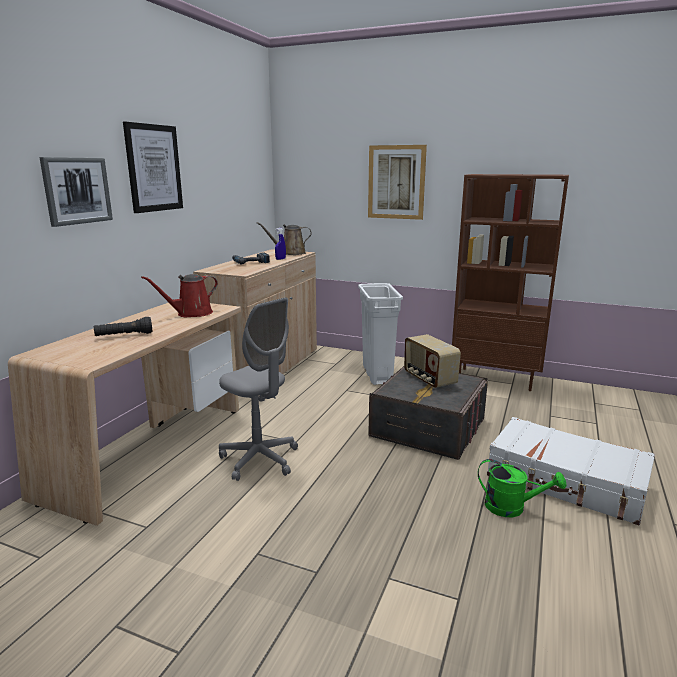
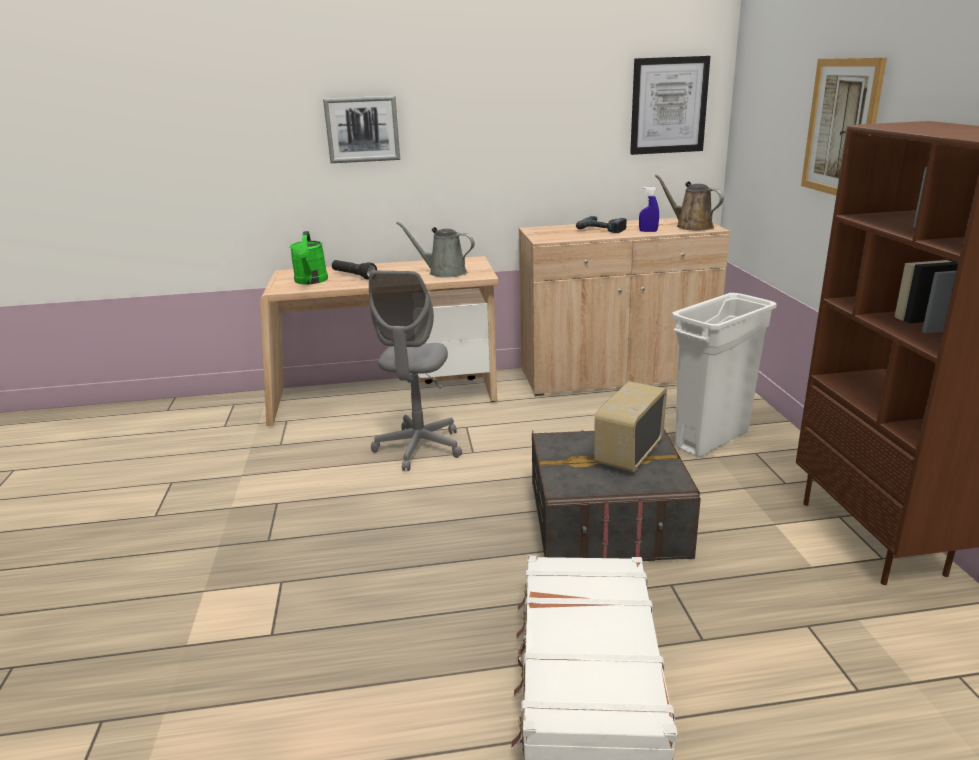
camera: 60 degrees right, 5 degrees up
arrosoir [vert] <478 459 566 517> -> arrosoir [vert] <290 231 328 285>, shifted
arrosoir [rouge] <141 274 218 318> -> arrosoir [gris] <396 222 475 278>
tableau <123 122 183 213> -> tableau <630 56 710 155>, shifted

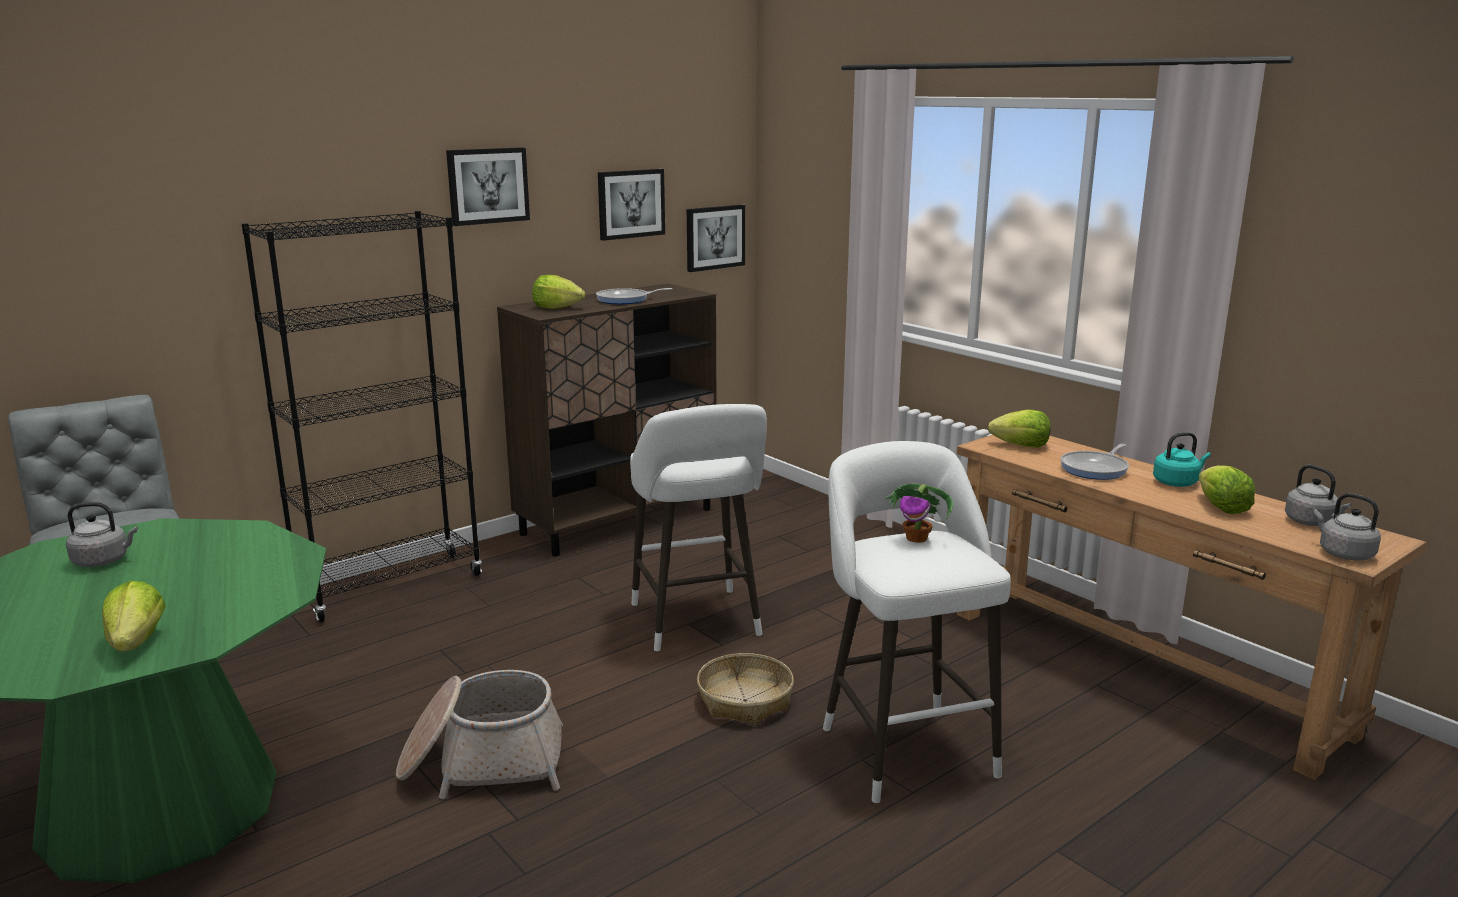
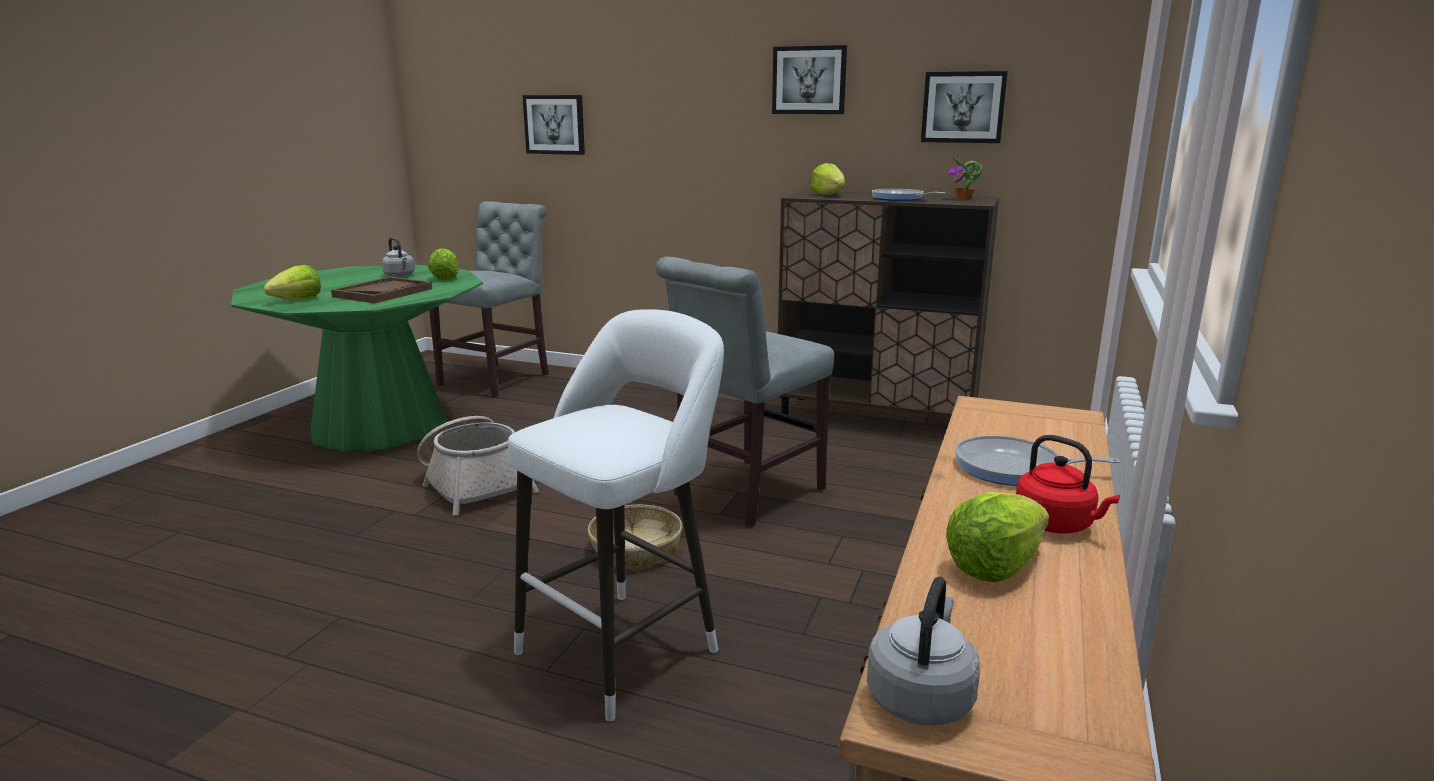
camera: 60 degrees right, 0 degrees up
none -> plateau [marron] <331 277 432 303>
laitue <988 409 1051 448> -> laitue <428 248 459 280>, shifted
tableau <687 205 745 272> -> tableau <522 95 585 155>, shifted
tabouret [blanc] <630 404 767 651> -> chaise [gris] <656 257 834 527>
plante en pot <885 483 953 543> -> plante en pot <948 158 982 200>, shifted
bouilloire [turquoise] <1153 432 1211 487> -> bouilloire [rouge] <1016 435 1120 534>
bibliothèque [noir] <242 211 482 622> -> none
bouilloire [gris] <1285 465 1351 526> -> none

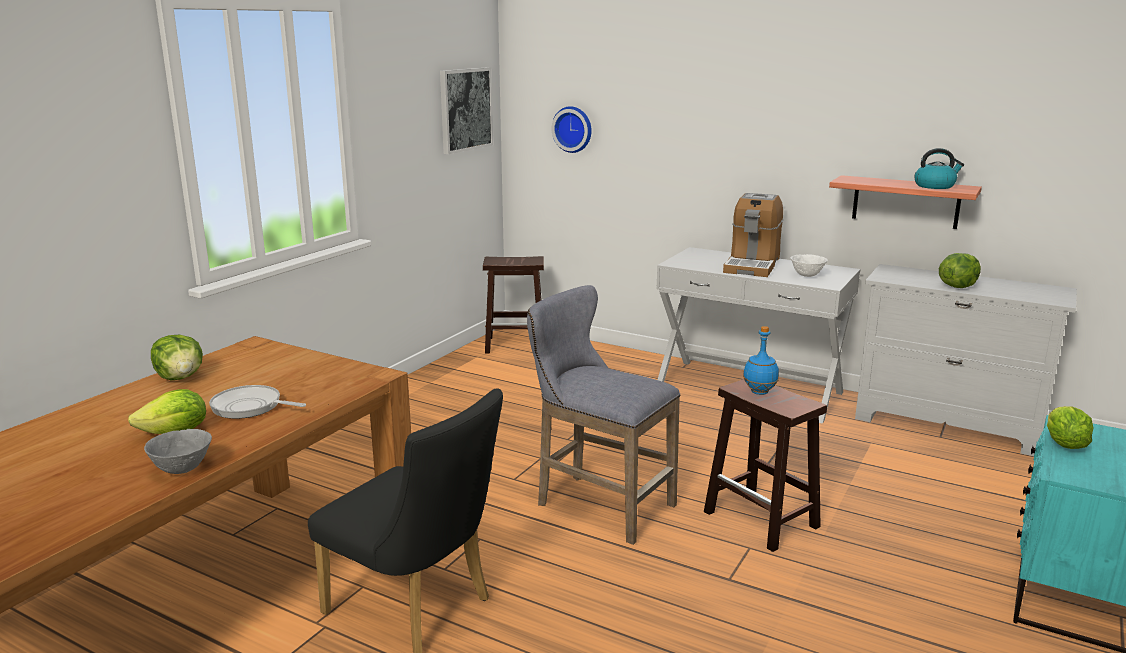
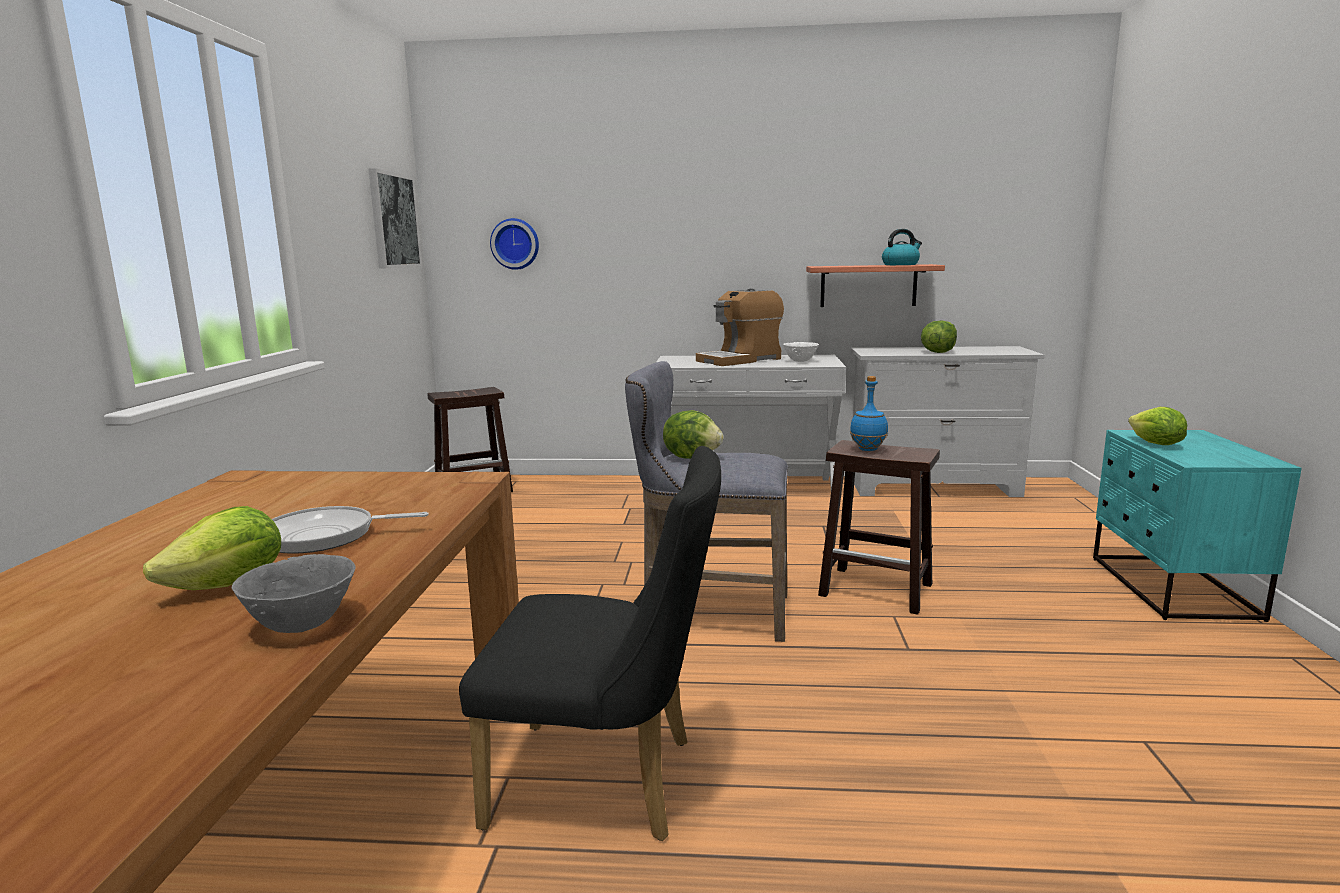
camera: 25 degrees left, 5 degrees down
laitue <151 335 203 381> -> laitue <663 410 723 459>, shifted
machine à café <723 193 783 277> -> machine à café <696 288 784 366>, 60 degrees clockwise

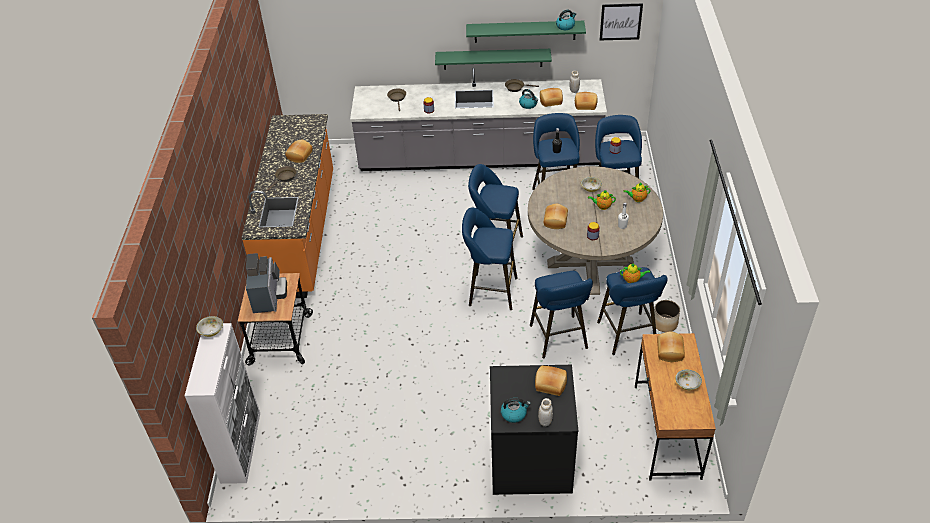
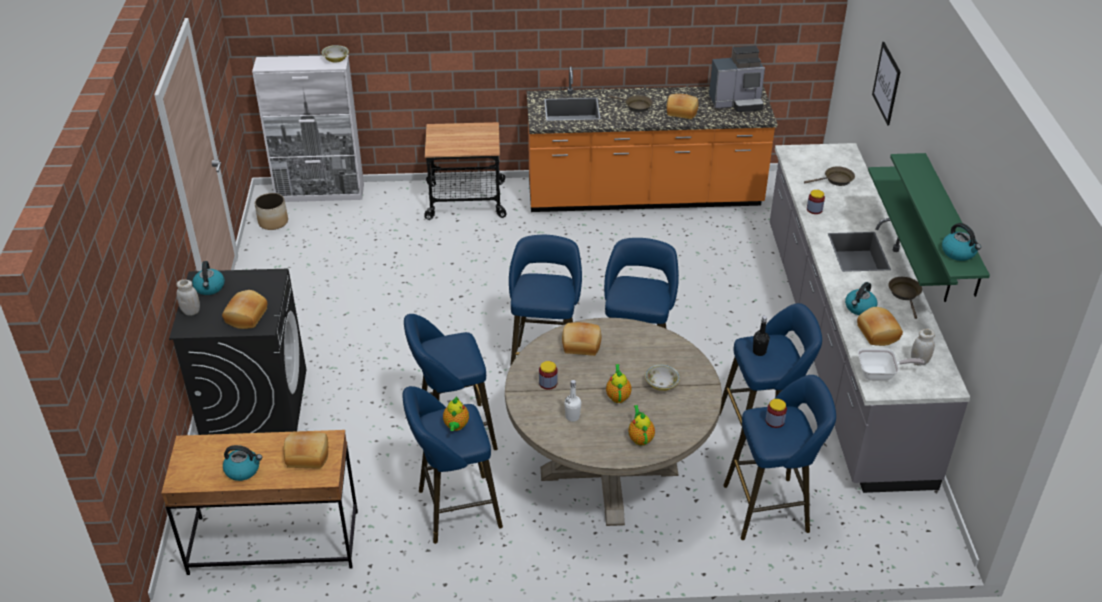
camera: 85 degrees right, 5 degrees down
bol <675 369 702 390> -> bouilloire <223 445 262 481>
cache-pot <654 300 680 332> -> cache-pot <255 193 288 230>, shifted
machine à café <246 253 287 313> -> machine à café <709 46 765 112>, shifted
pain <575 92 598 110> -> poêle <858 348 924 381>
tableau <600 3 643 40> -> tableau <872 42 901 125>, shifted

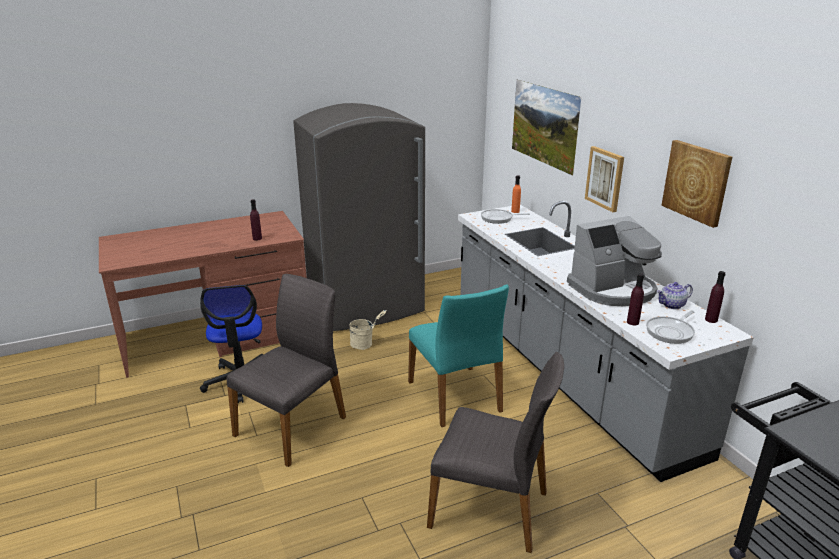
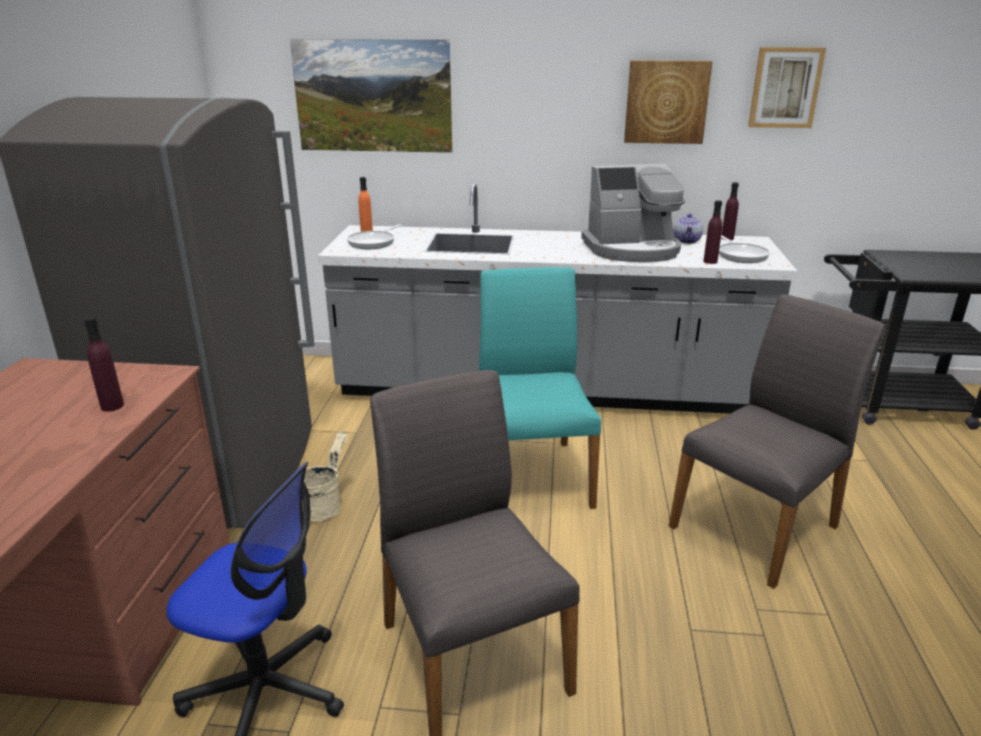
camera: 60 degrees left, 0 degrees up
chaise [turquoise] <408 284 509 427> -> chaise [turquoise] <479 267 601 509>, 105 degrees counterclockwise
machine à café <567 216 662 306> -> machine à café <581 164 685 262>, 75 degrees clockwise
tableau <585 146 624 212> -> tableau <748 47 826 128>, shifted

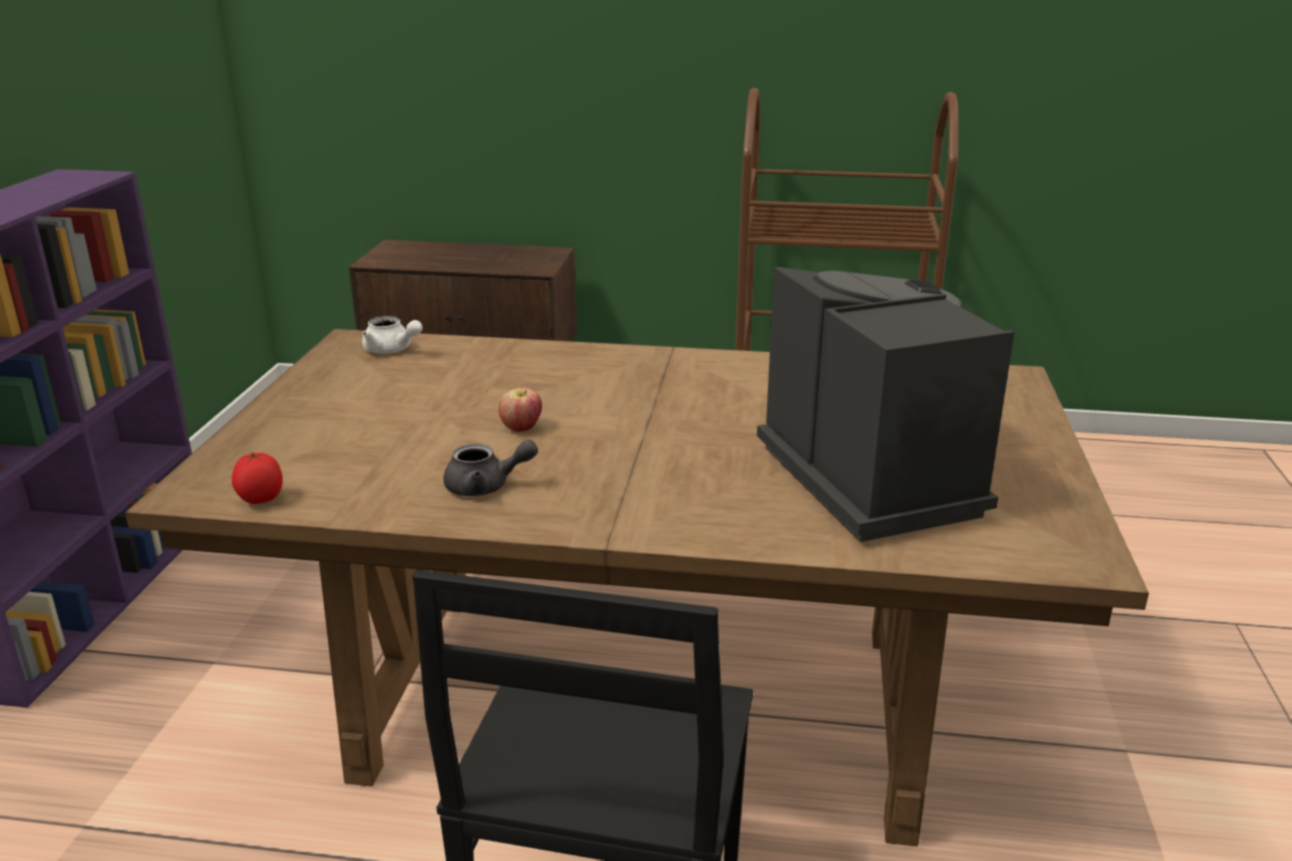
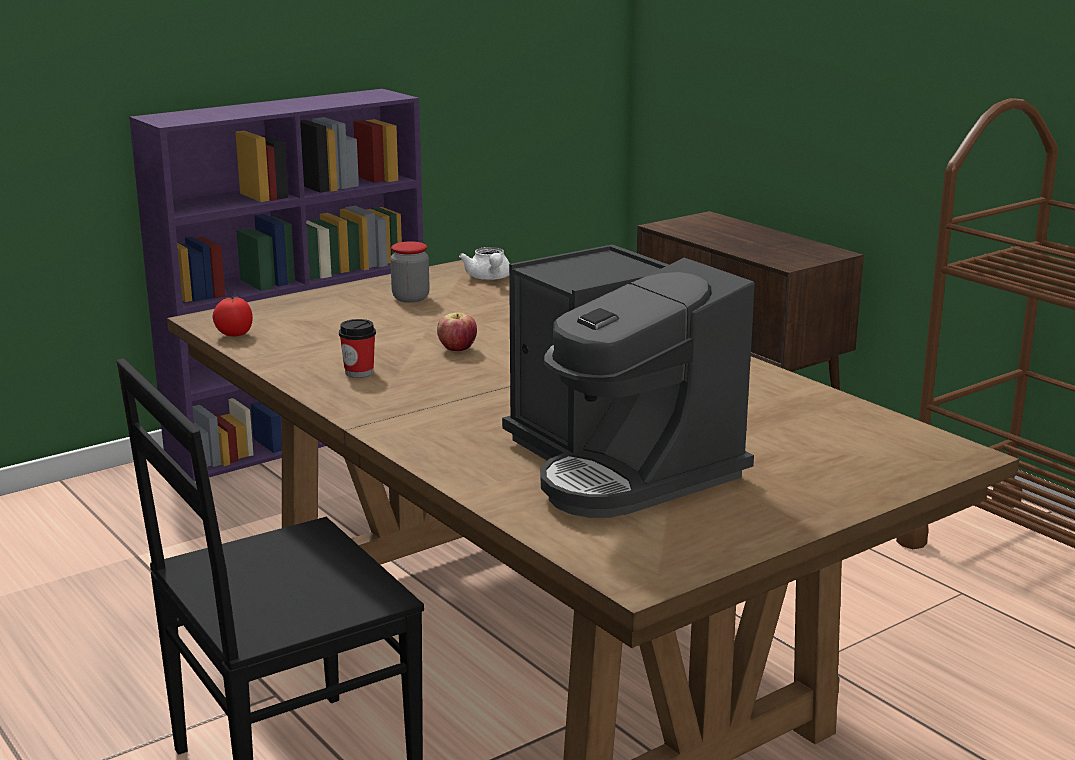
camera: 45 degrees right, 5 degrees down
théière [gris] <443 440 538 496> -> tasse <339 319 376 378>
none -> bocal <390 241 430 303>
machine à café <757 267 1014 542> -> machine à café <502 244 755 518>, 120 degrees clockwise

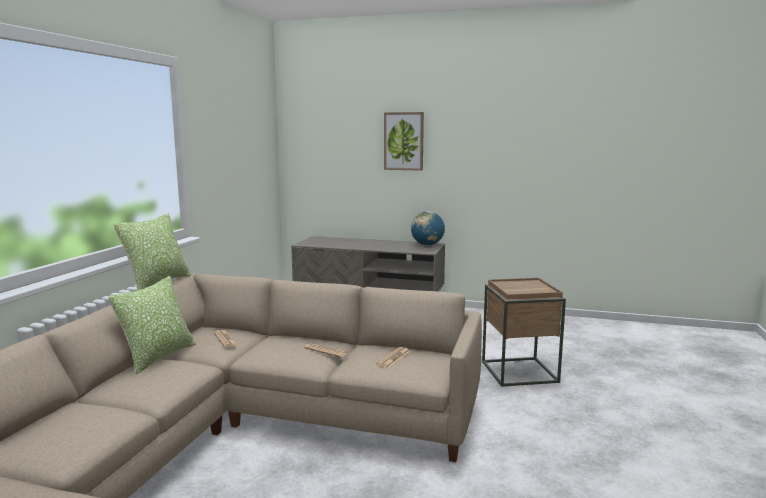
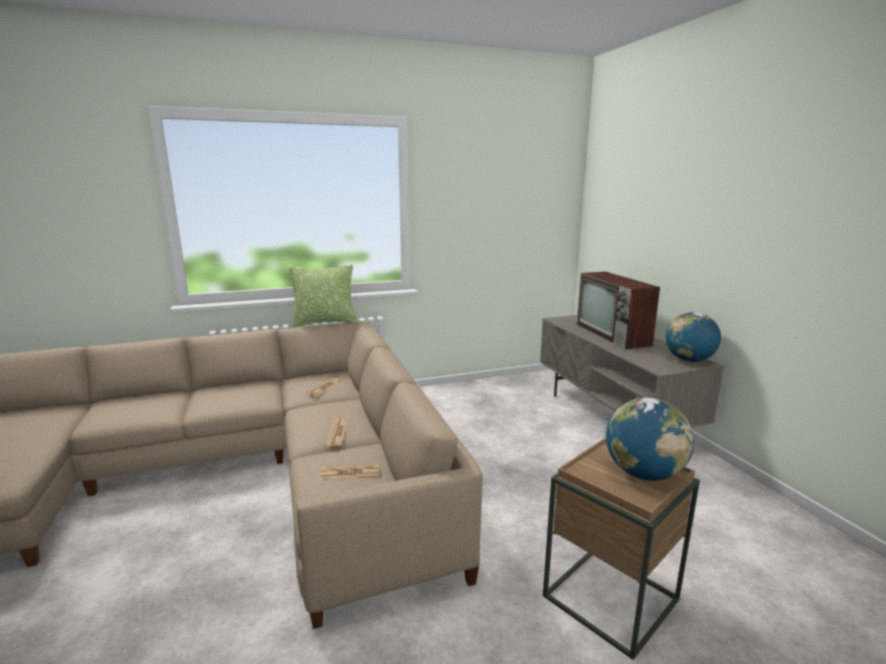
camera: 55 degrees right, 5 degrees up
none -> téléviseur <577 272 660 349>
none -> globe <606 397 694 481>
coussin <108 276 195 374> -> none
tableau <384 112 424 171> -> none

